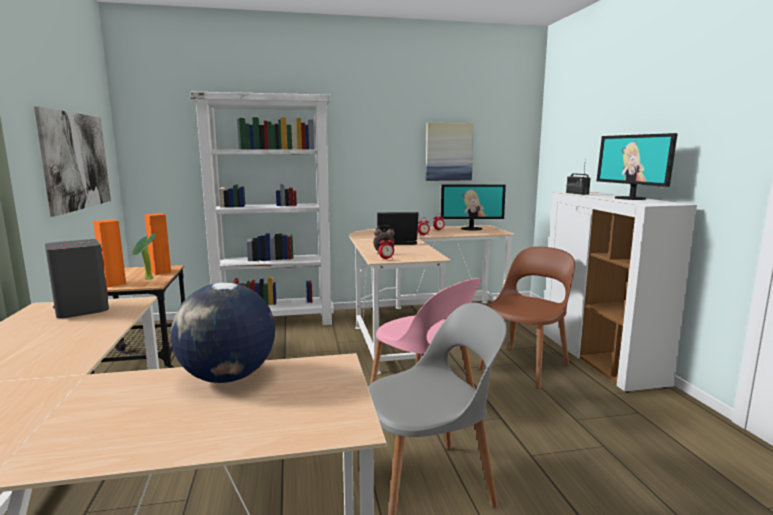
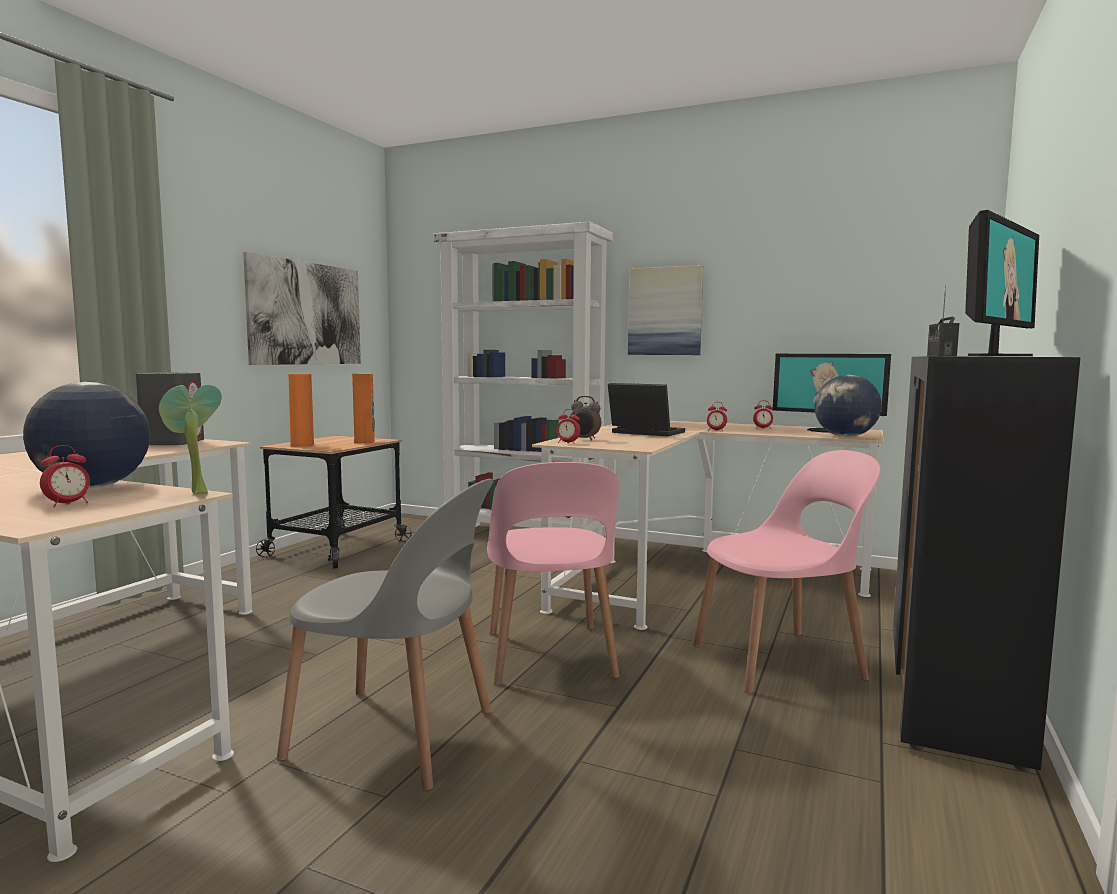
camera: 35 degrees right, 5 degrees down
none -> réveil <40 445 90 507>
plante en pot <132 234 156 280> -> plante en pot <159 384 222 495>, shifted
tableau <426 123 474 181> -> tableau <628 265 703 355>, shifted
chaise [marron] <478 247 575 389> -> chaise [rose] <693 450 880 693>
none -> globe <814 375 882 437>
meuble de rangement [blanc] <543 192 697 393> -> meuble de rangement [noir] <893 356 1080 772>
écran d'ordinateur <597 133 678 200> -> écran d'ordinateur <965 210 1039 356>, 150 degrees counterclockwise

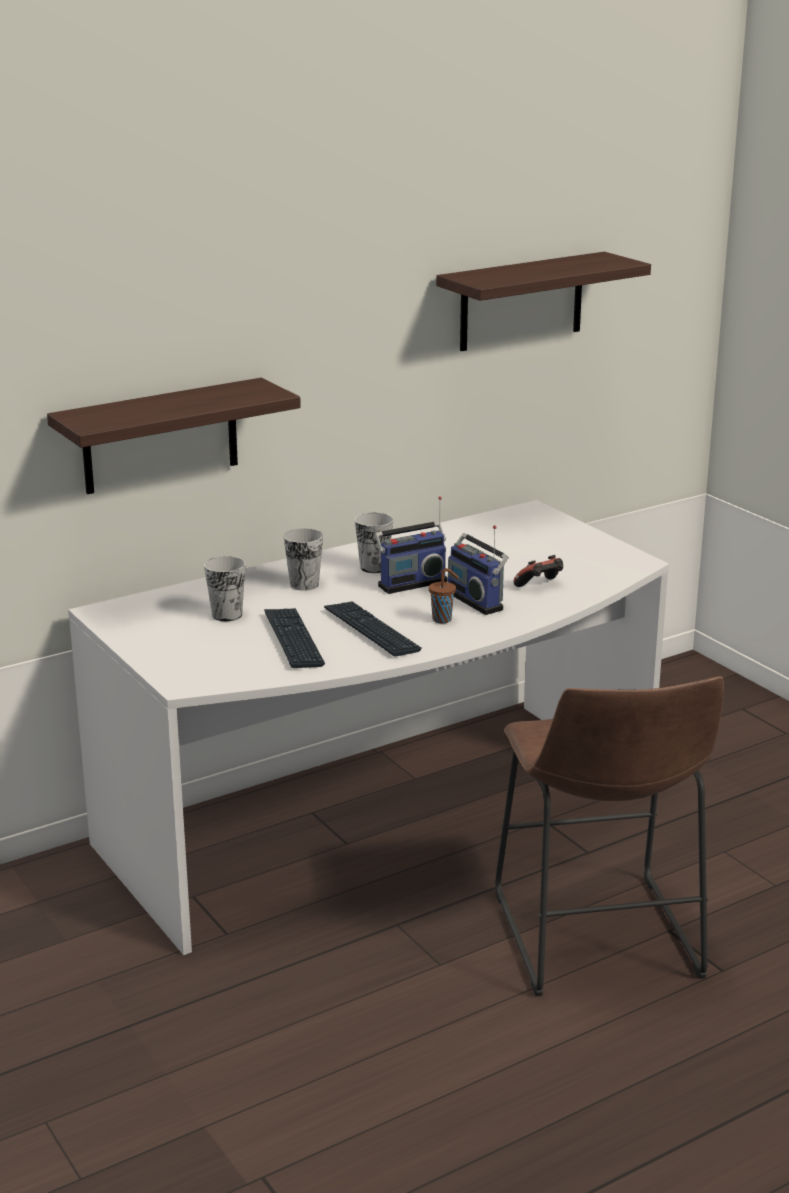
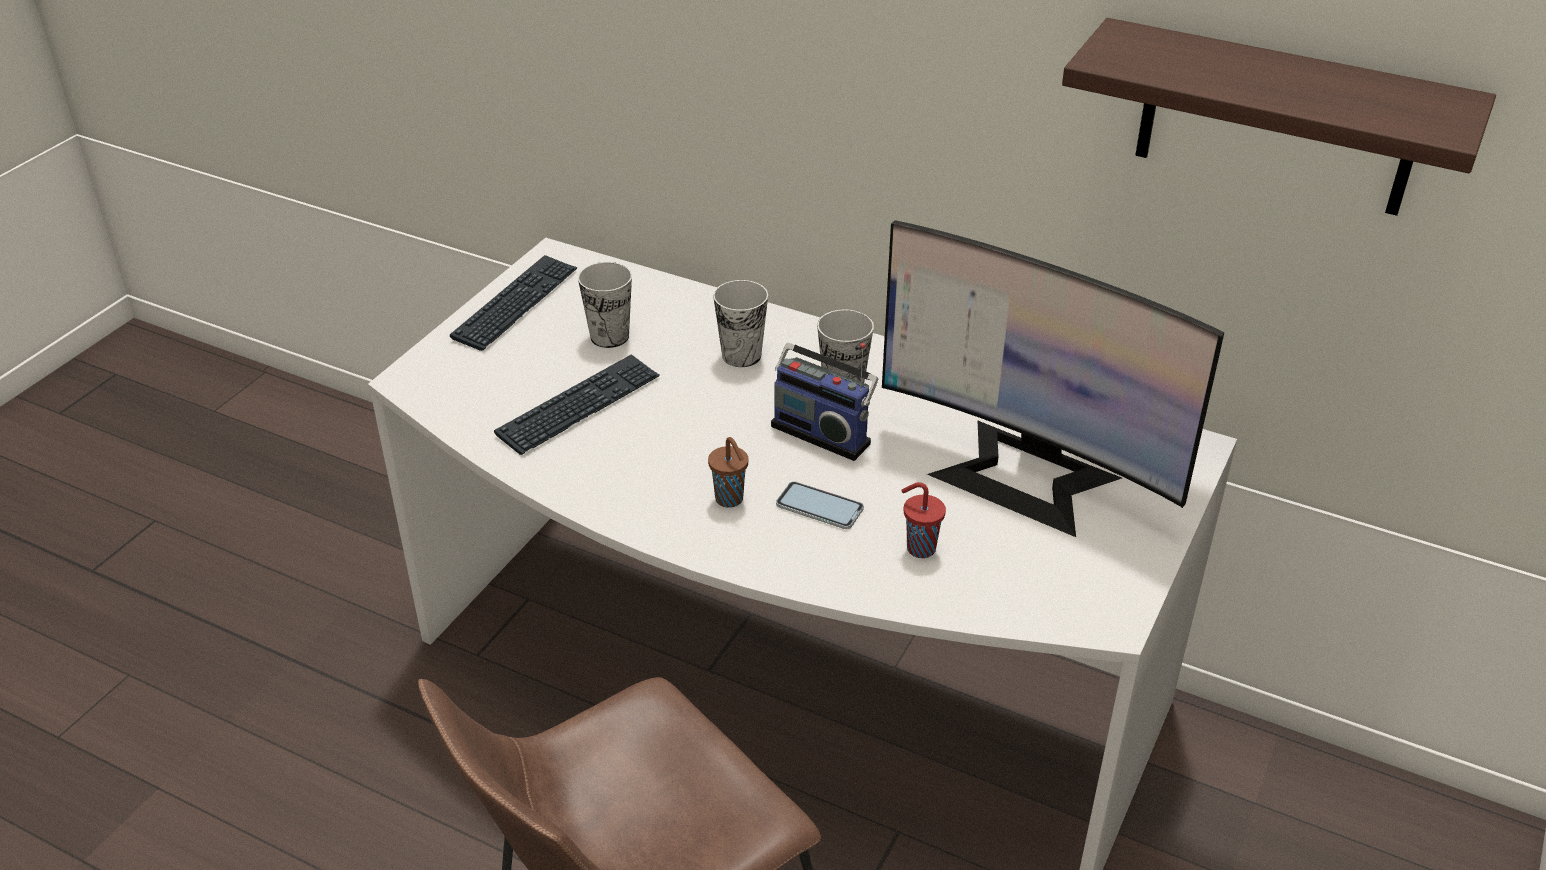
camera: 60 degrees right, 15 degrees up
clavier <324 601 422 657> -> clavier <450 255 578 351>, shifted
radio <448 525 509 615> -> téléphone <776 481 864 529>
none -> écran d'ordinateur <882 220 1224 537>
manette <514 555 563 587> -> tasse [rouge] <901 482 946 558>
étagère <47 378 301 494> -> none

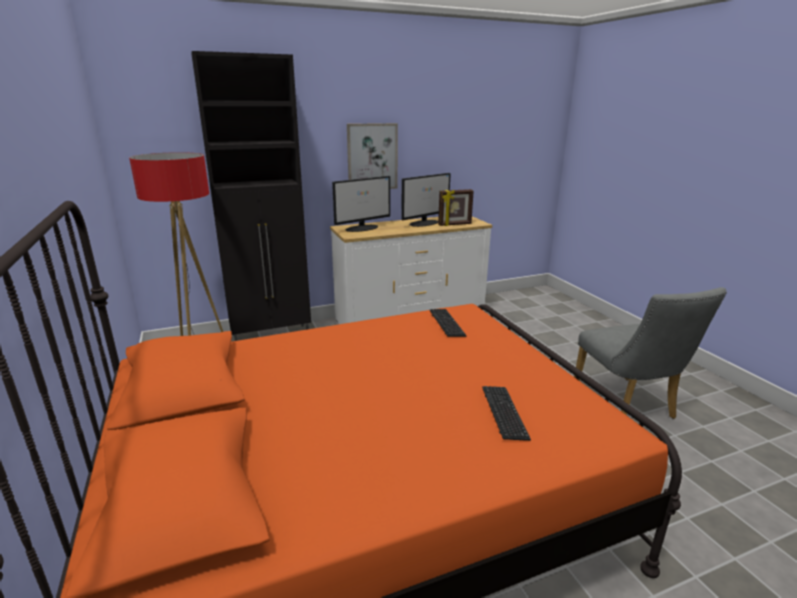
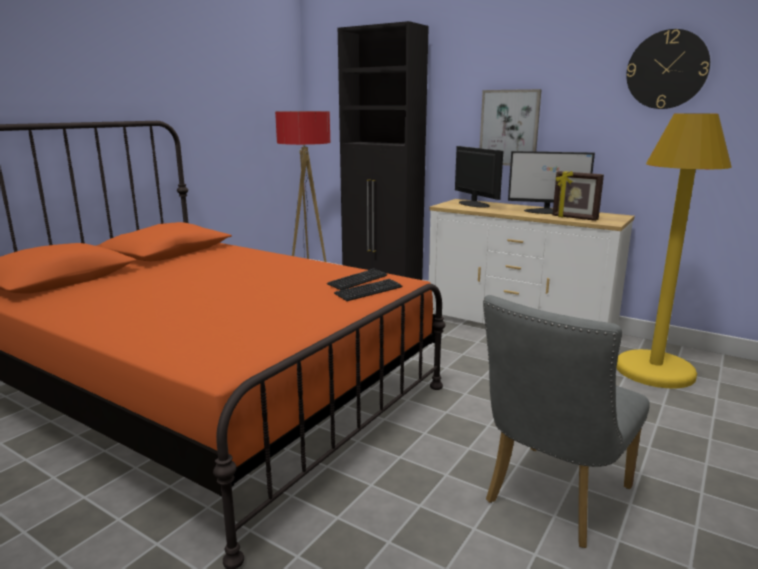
camera: 55 degrees right, 5 degrees down
clavier <482 386 531 441> -> clavier <334 279 402 301>, shifted
écran d'ordinateur <332 176 390 232> -> écran d'ordinateur <455 146 504 208>, 135 degrees counterclockwise
none -> lampadaire [jaune] <616 113 732 388>
none -> horloge murale <626 29 710 109>

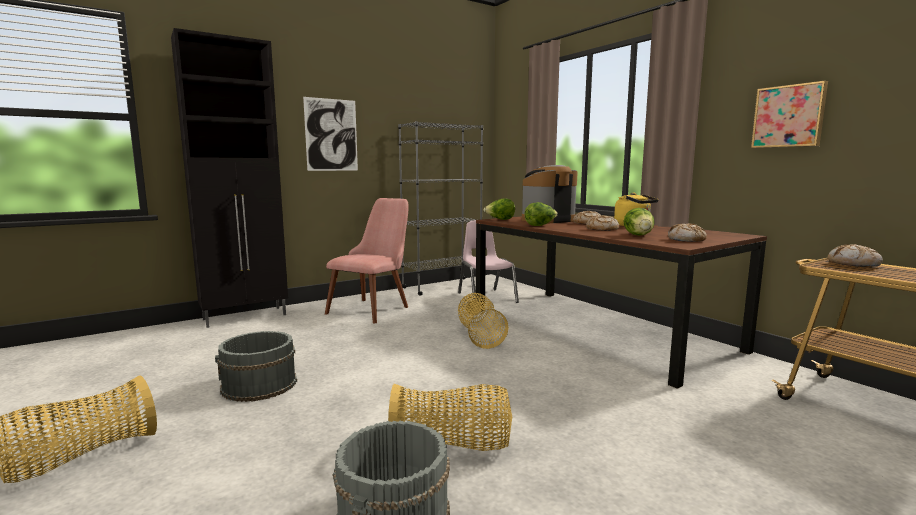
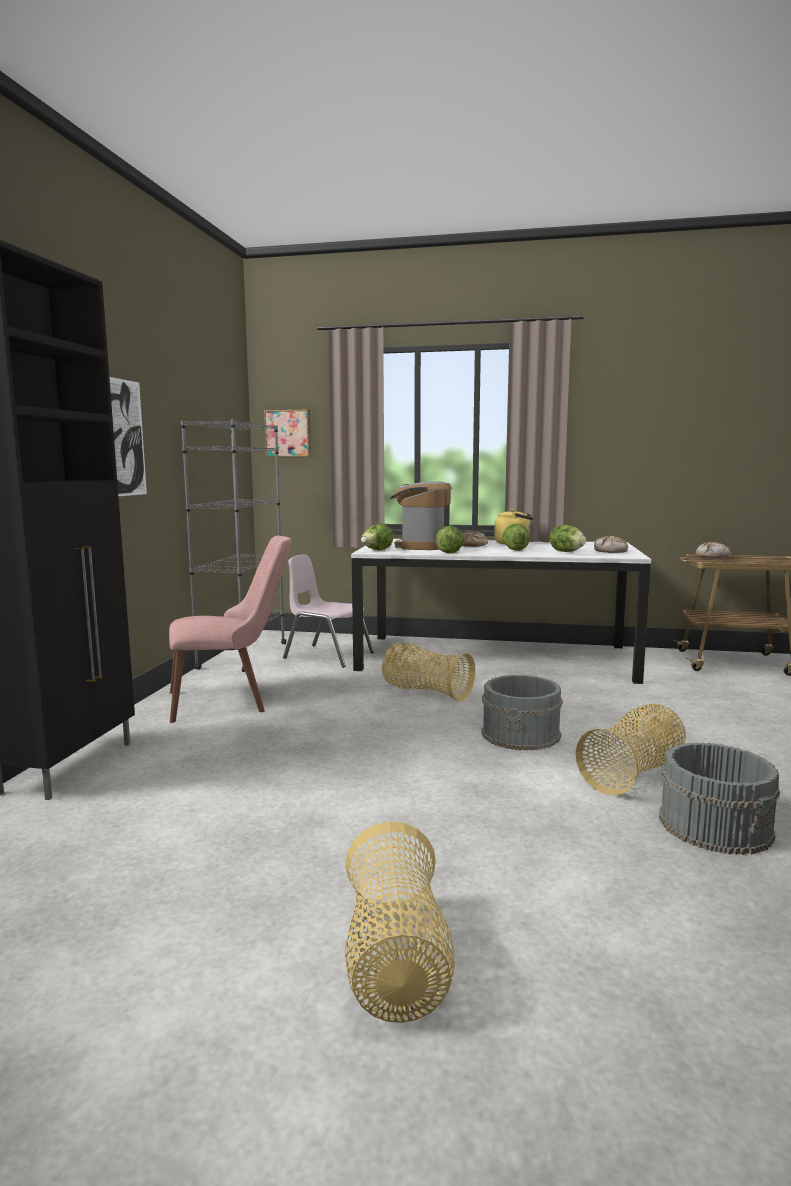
camera: 45 degrees left, 0 degrees up
chaise [rose] <325 198 408 323> -> chaise [rose] <169 536 291 723>, 90 degrees clockwise
tableau <751 81 828 148> -> tableau <264 409 311 457>, shifted
table à manger [marron] <476 216 767 389> -> table à manger [blanc] <351 539 651 684>
seau [gris] <215 331 297 402> -> seau [gris] <481 675 563 751>, shifted
pain <586 215 619 231> -> laitue <503 524 530 551>

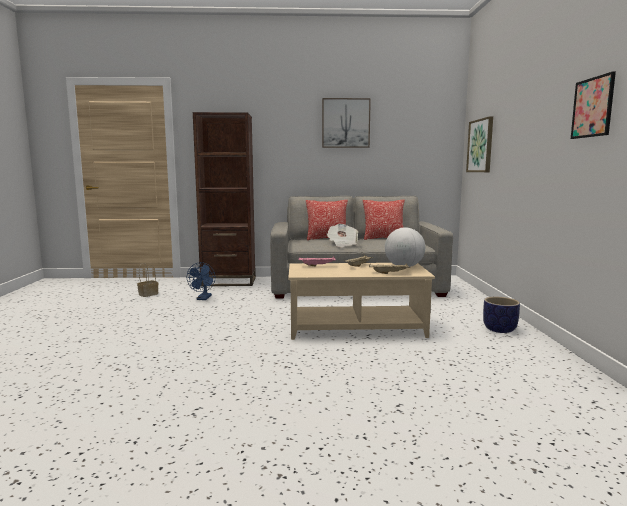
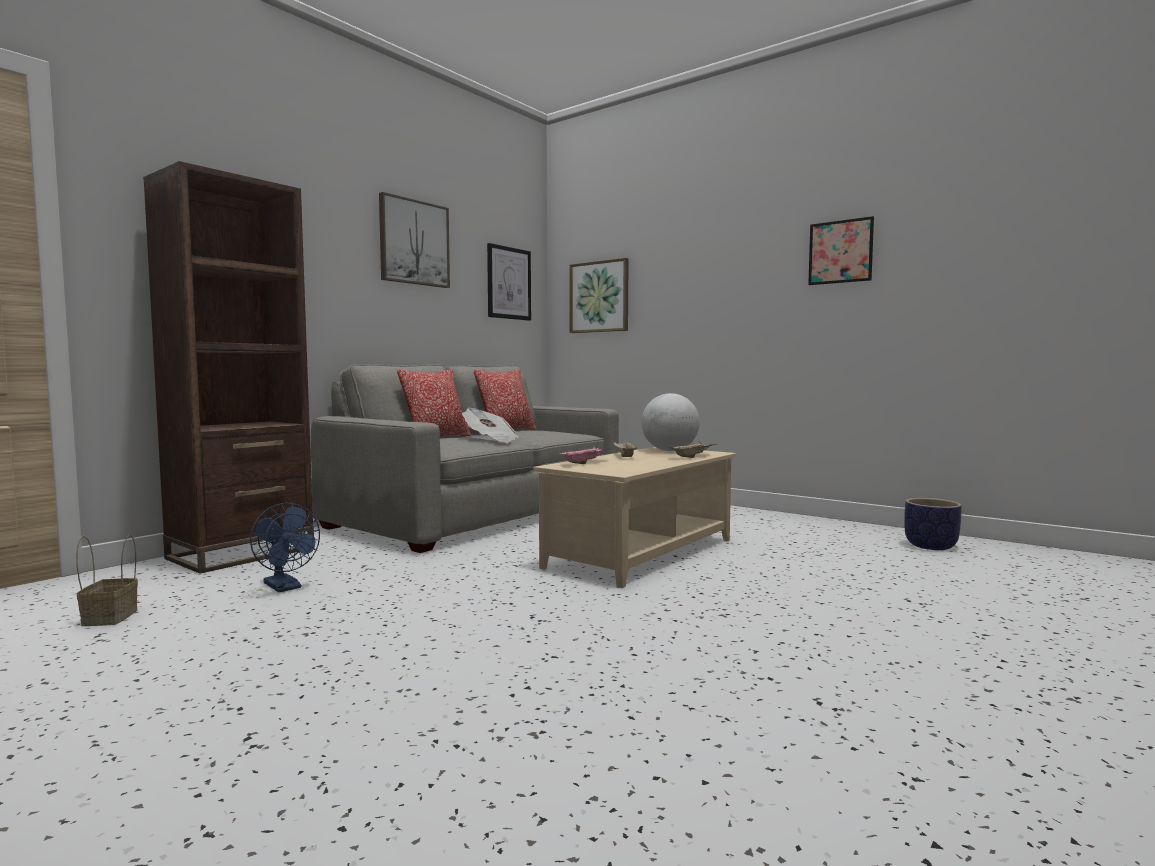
camera: 50 degrees left, 5 degrees down
none -> tableau <487 243 531 321>
cache-pot <483 297 520 333> -> cache-pot <904 498 962 550>, shifted

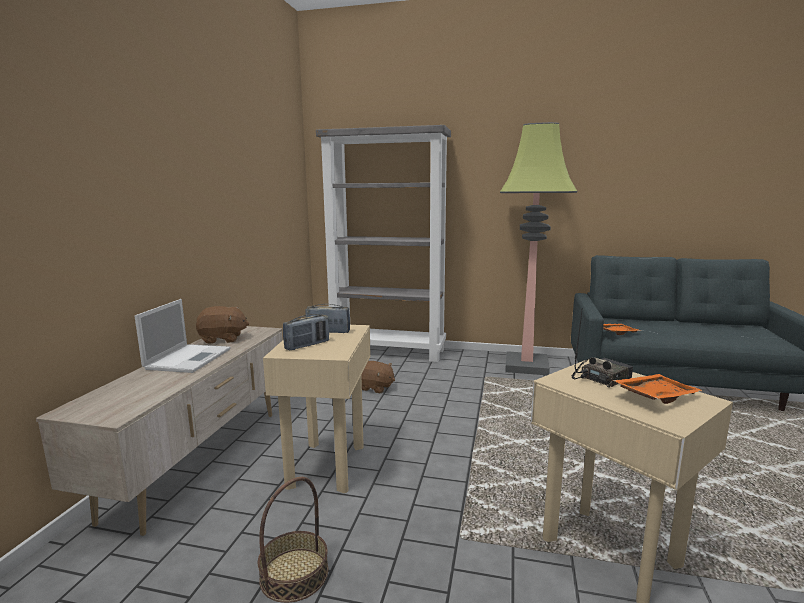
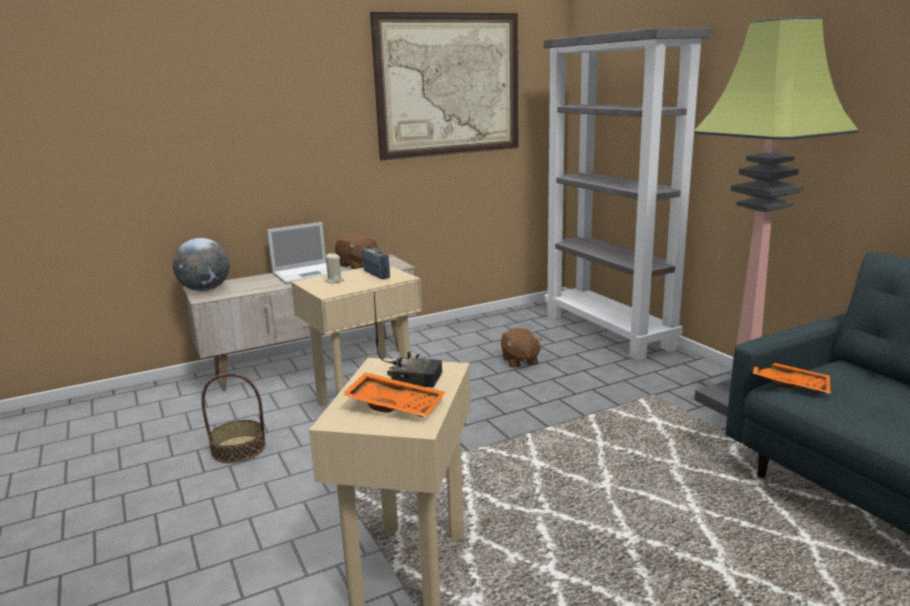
camera: 50 degrees right, 5 degrees up
none -> globe <173 238 230 292>
radio <283 314 329 350> -> bougie [beige] <325 253 344 283>
none -> tableau <370 12 518 161>

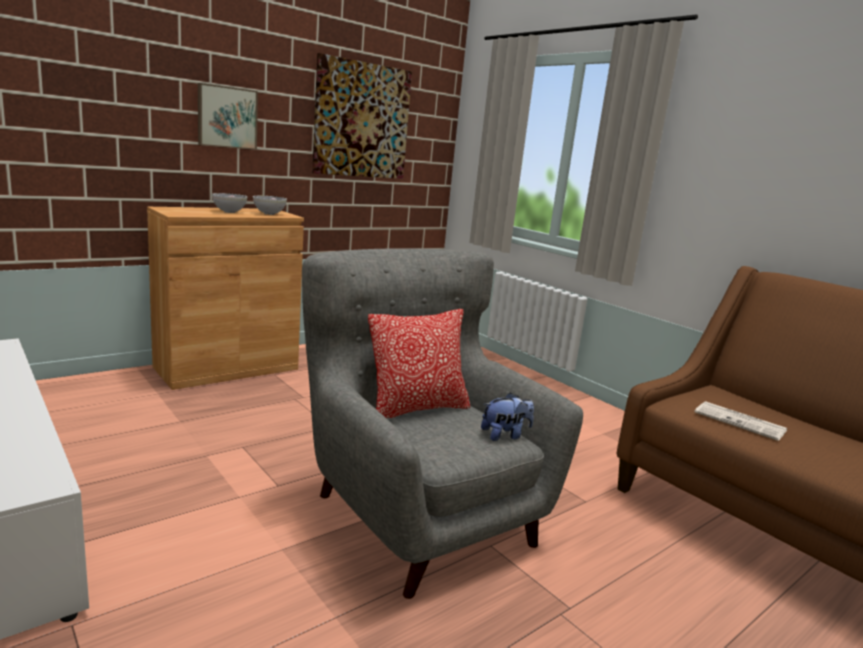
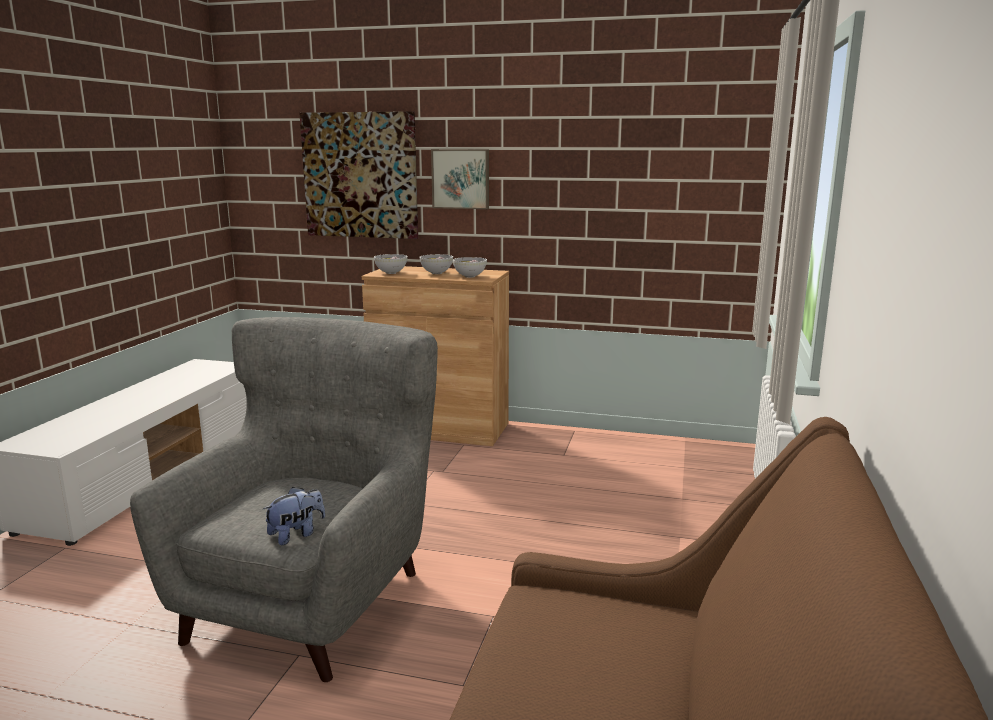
camera: 55 degrees right, 0 degrees up
peluche <481 392 534 441> -> peluche <263 487 325 545>, 75 degrees counterclockwise
tableau <312 53 412 179> -> tableau <300 111 418 239>, shifted
none -> bol <374 254 408 274>
coussin <368 309 470 418> -> none
journal <694 401 787 441> -> none

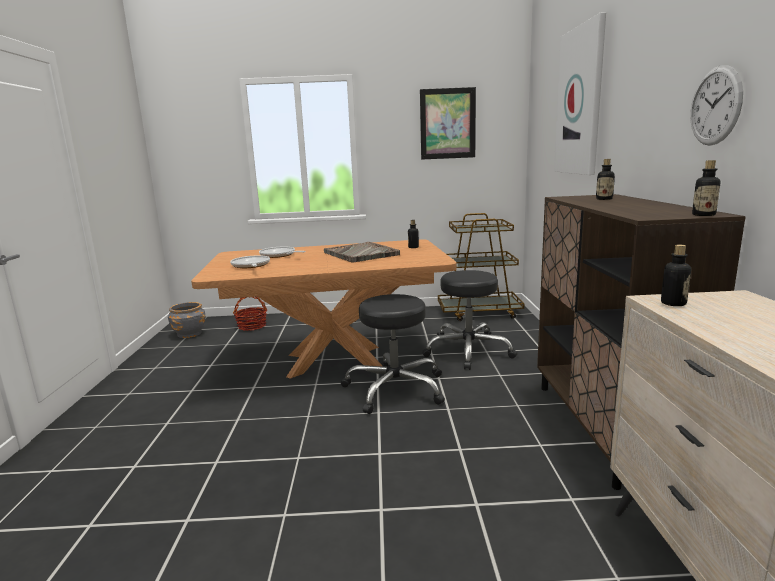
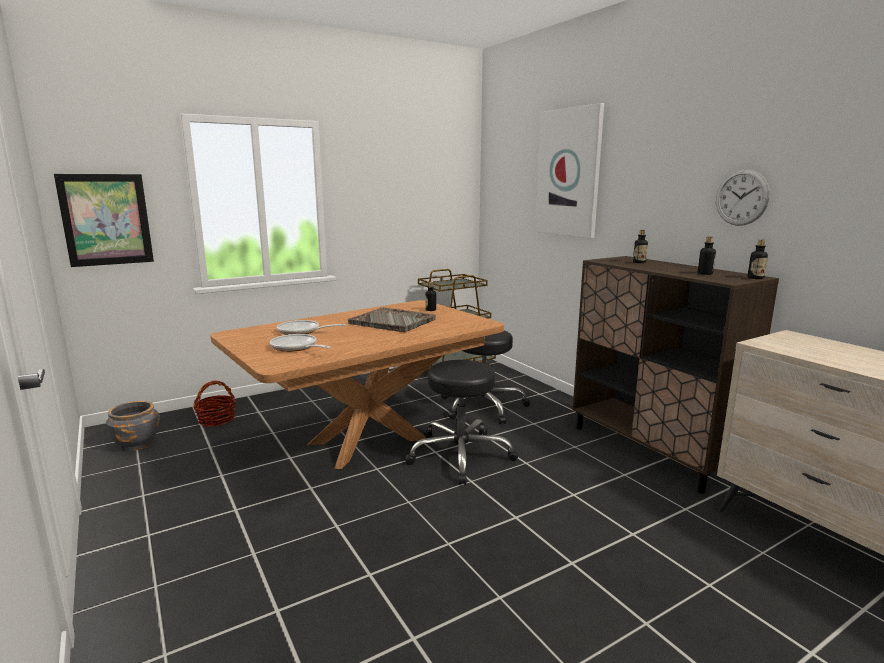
camera: 30 degrees left, 0 degrees up
tableau <420 87 476 160> -> tableau <54 174 154 267>, shifted
bouteille <661 245 691 306> -> bouteille <698 237 716 275>, shifted

